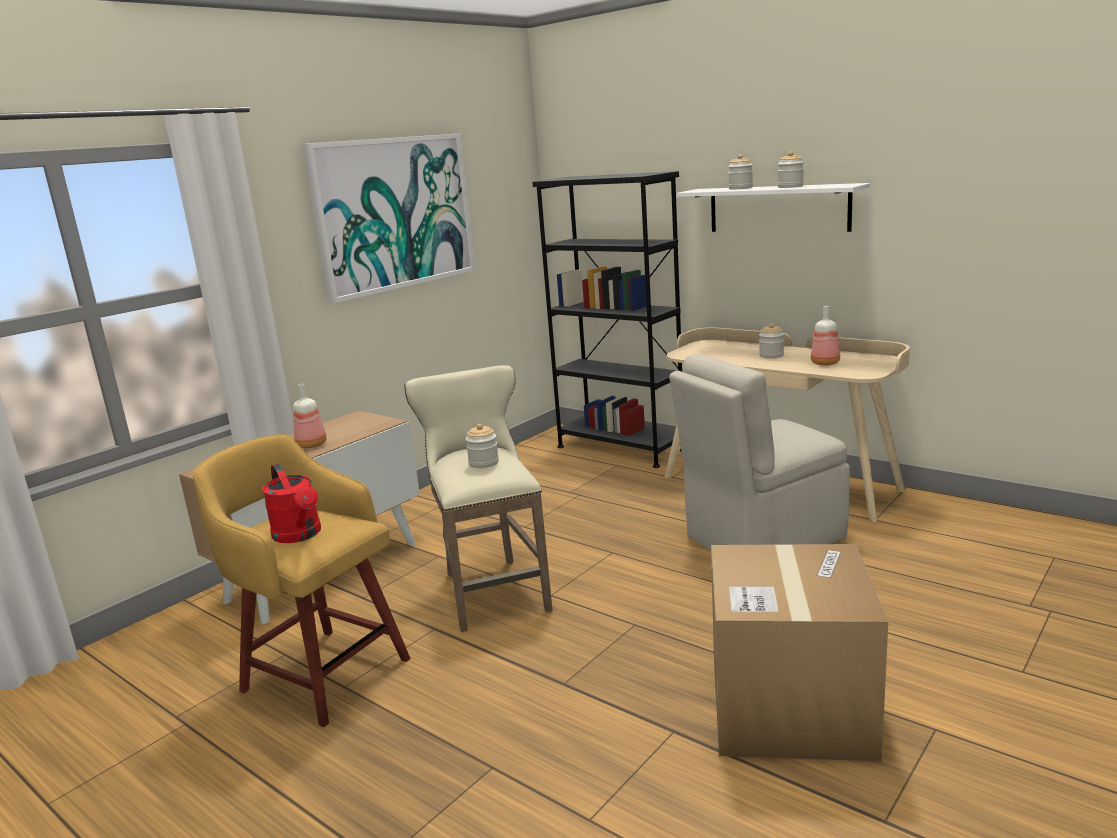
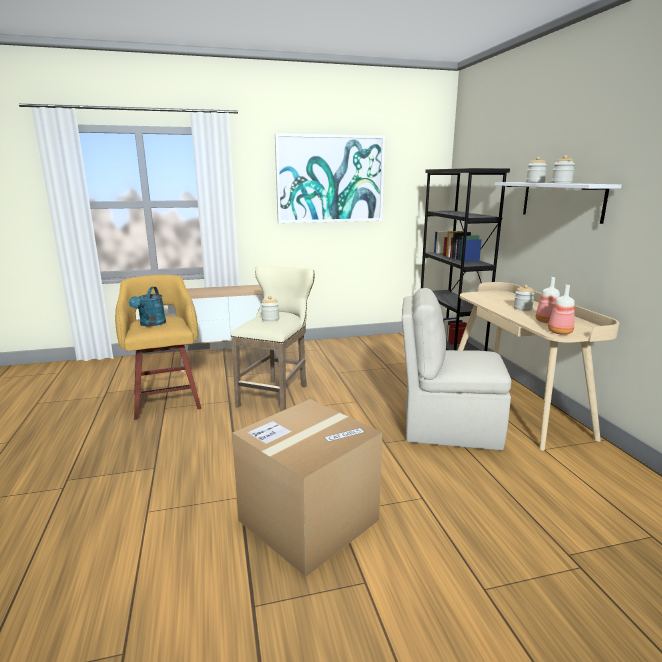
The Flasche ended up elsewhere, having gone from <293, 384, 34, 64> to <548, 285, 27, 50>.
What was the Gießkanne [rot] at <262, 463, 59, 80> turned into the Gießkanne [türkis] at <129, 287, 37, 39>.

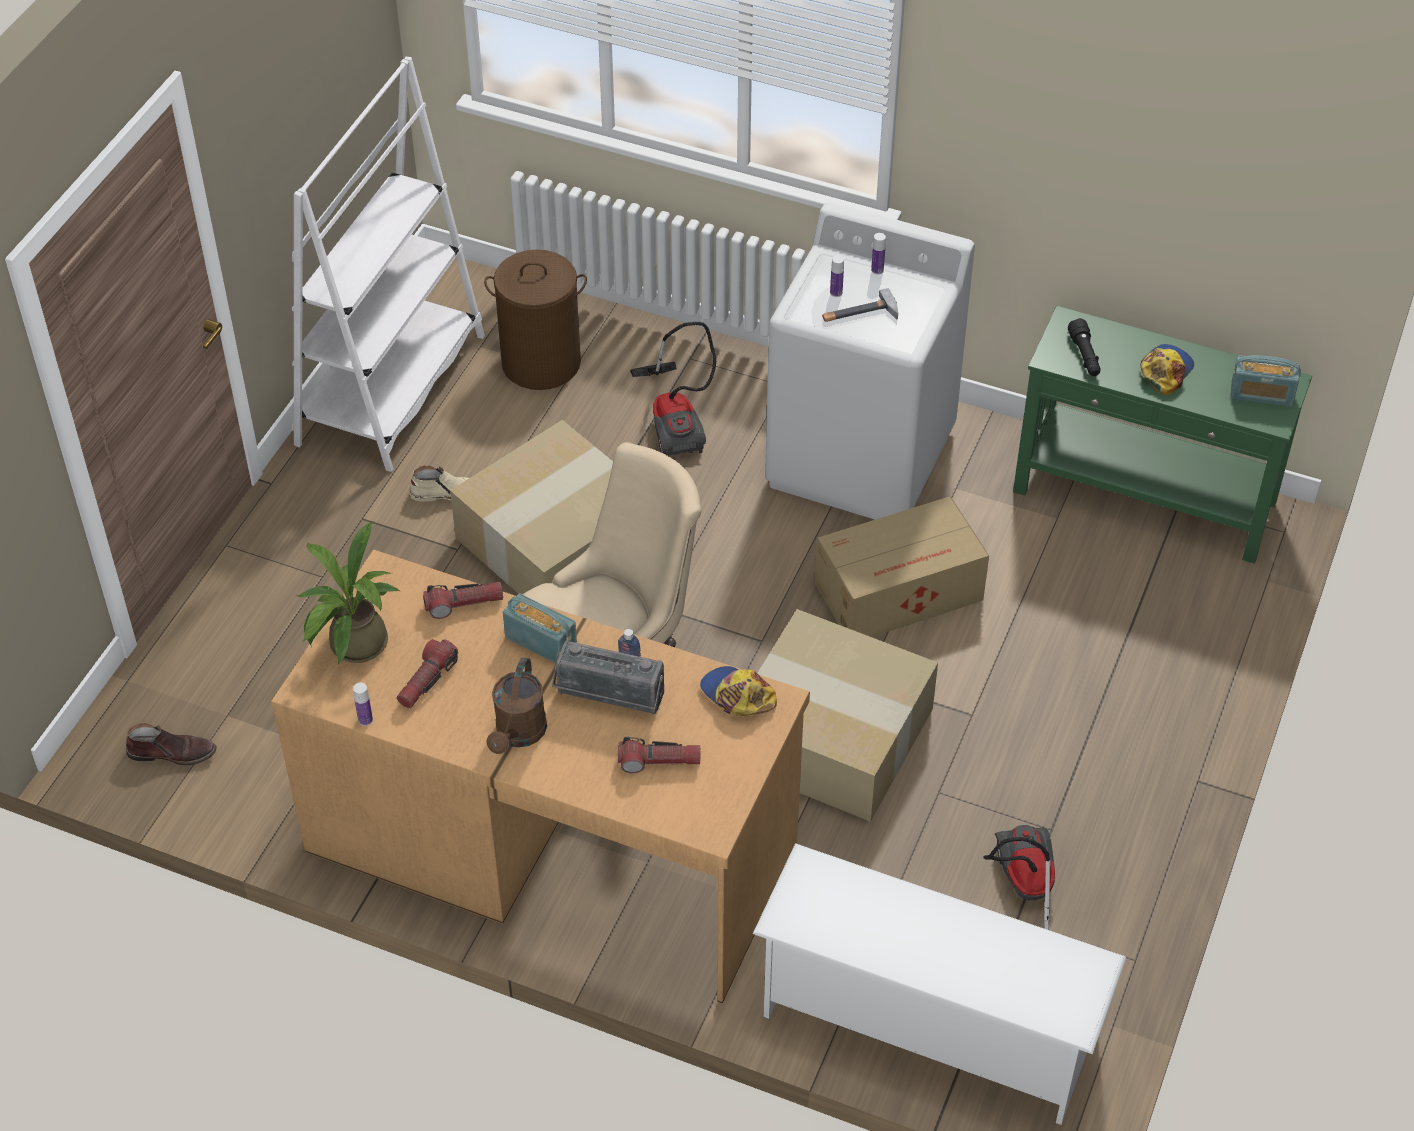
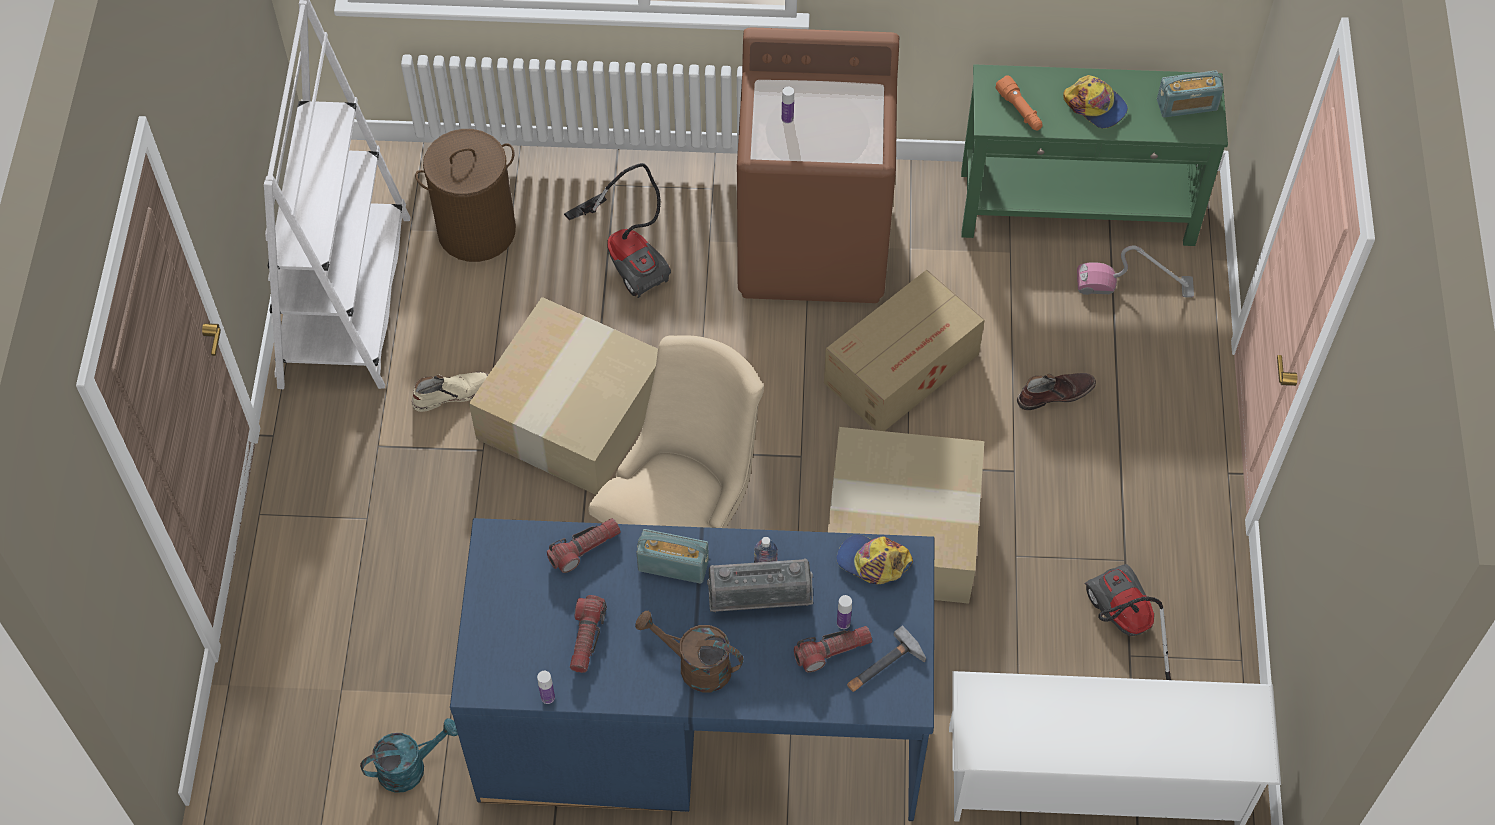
What was the Waschmaschine [weiß] at <765, 202, 210, 318> turned into the Waschmaschine [braun] at <737, 27, 162, 276>.
The Flasche ended up elsewhere, having gone from <871, 233, 15, 42> to <837, 595, 15, 34>.
The Hammer ended up elsewhere, having gone from <822, 288, 76, 34> to <847, 625, 79, 67>.
What was the Taschenlampe [schwarz] at <1068, 318, 33, 58> turned into the Taschenlampe [orange] at <996, 75, 46, 55>.
The Kappe at <1140, 344, 54, 51> ended up facing another way, 120 degrees clockwise from before.
The second view lost the Topfpflanze at <297, 522, 104, 142>.
What was the Schreibtisch [braun] at <271, 550, 539, 453> turned into the Schreibtisch [blau] at <450, 518, 484, 303>.
The Gießkanne [braun] at <487, 657, 60, 97> ended up facing another way, 120 degrees clockwise from before.
The Stiefel [braun] ended up elsewhere, having gone from <126, 723, 91, 42> to <1017, 373, 79, 37>.
The second view gained the Staubsauger at <1077, 245, 117, 53>.
The second view gained the Gießkanne [türkis] at <360, 718, 98, 75>.

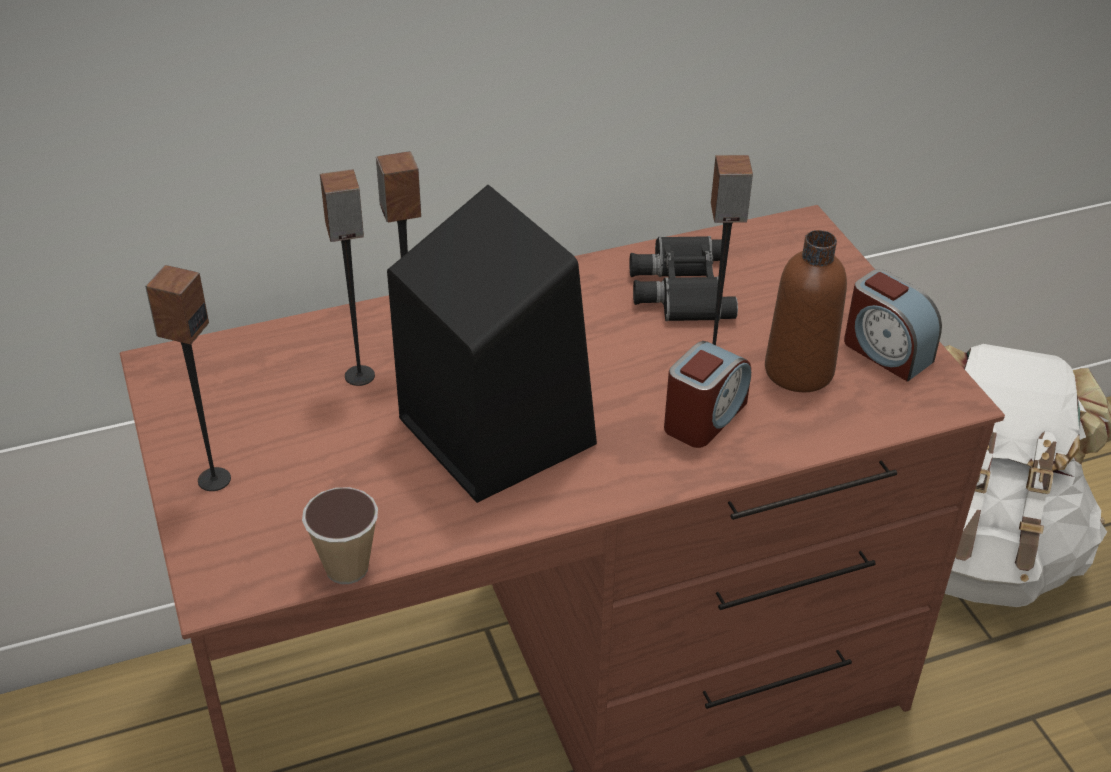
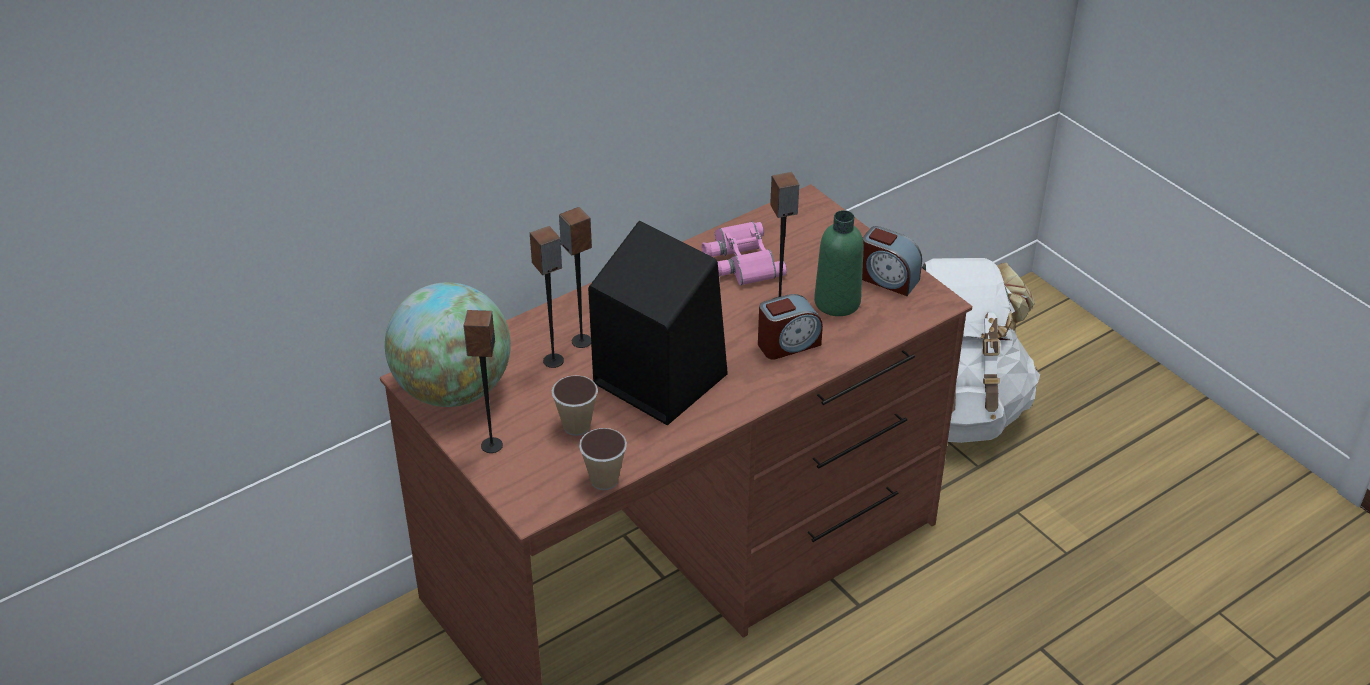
What was the Flasche [braun] at <765, 230, 82, 162> turned into the Flasche [grün] at <814, 210, 50, 106>.
What was the Fernglas [schwarz] at <630, 236, 108, 85> turned into the Fernglas [rosa] at <702, 222, 85, 64>.
The Wecker at <664, 341, 87, 107> ended up facing another way, 45 degrees clockwise from before.
The second view gained the Globus at <385, 282, 126, 125>.
The second view gained the Tasse at <552, 375, 46, 61>.

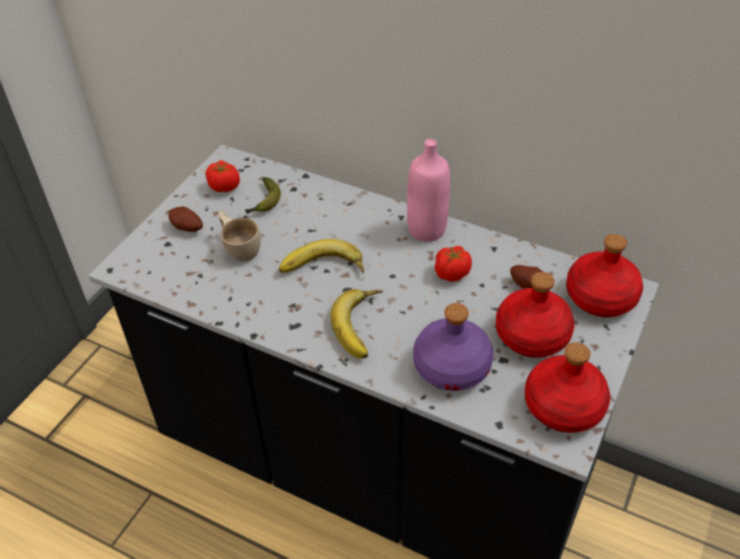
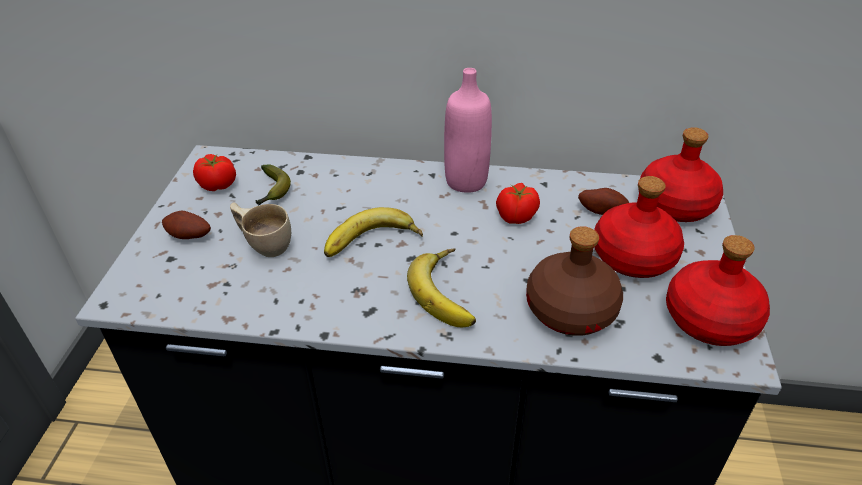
What was the Flasche [lila] at <413, 303, 80, 88> turned into the Flasche [braun] at <526, 226, 97, 110>.

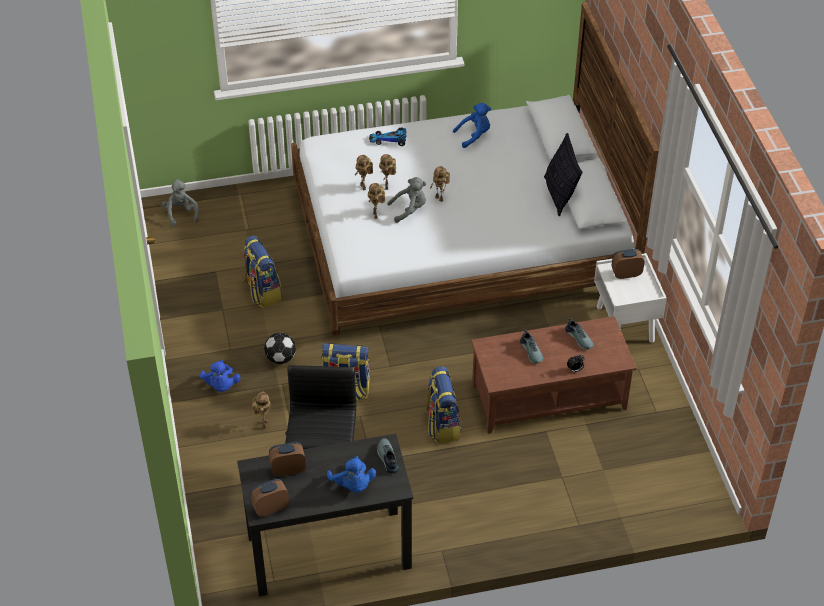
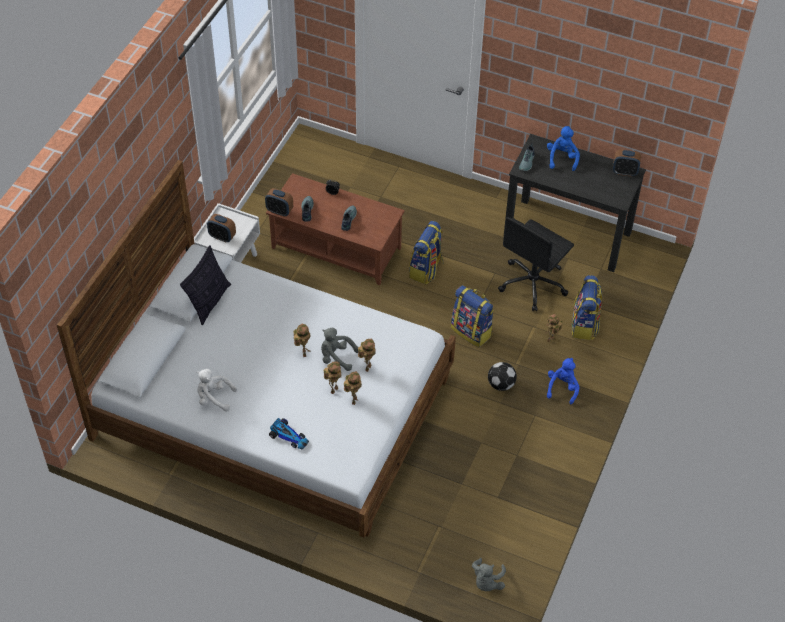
What was the Plüschtier [blau] at <453, 103, 38, 45> turned into the Plüschtier [weiß] at <197, 369, 40, 43>.
The Rucksack ended up elsewhere, having gone from <243, 236, 39, 72> to <571, 275, 31, 65>.
The Wecker ended up elsewhere, having gone from <269, 442, 37, 34> to <265, 188, 28, 28>.

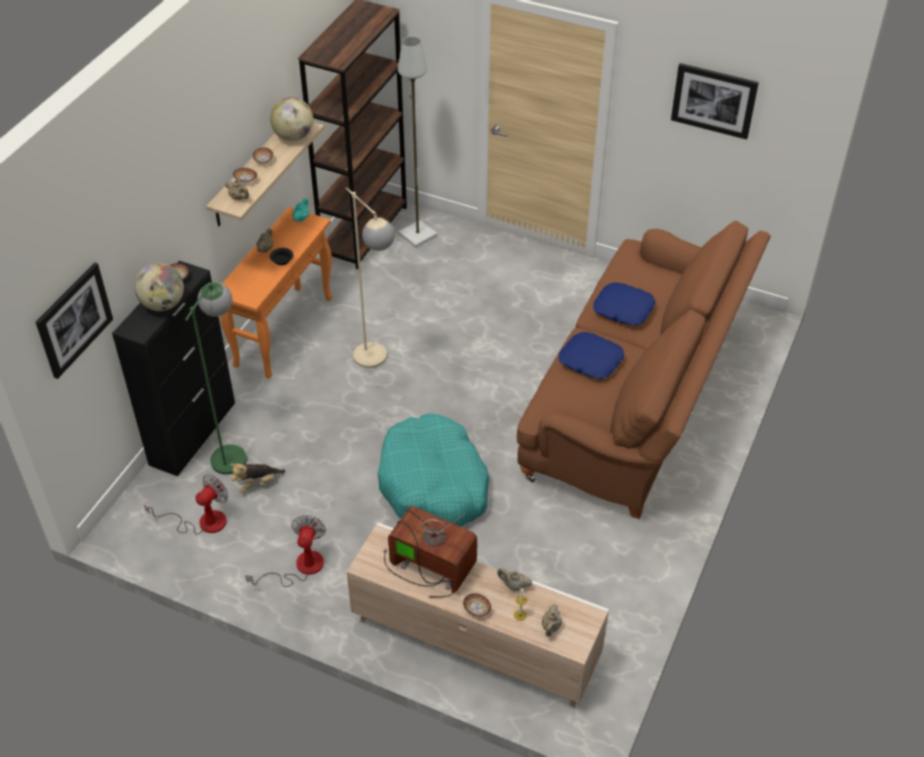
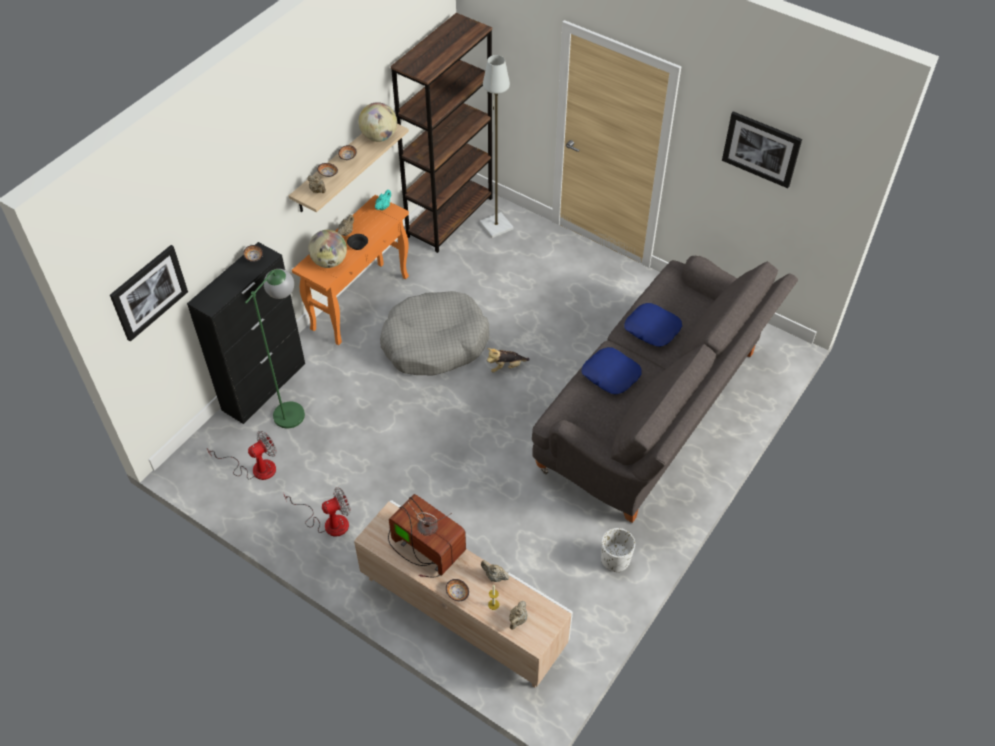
Where the Stehlampe [beige] stood at <345, 187, 50, 181>, the Hundebett [grau] came to stand at <380, 291, 109, 85>.
What was the Sofa [braun] at <517, 220, 254, 299> turned into the Sofa [grau] at <532, 256, 266, 267>.
The Globus ended up elsewhere, having gone from <134, 263, 50, 48> to <308, 230, 39, 38>.
The second view lost the Hundebett [türkis] at <378, 414, 111, 113>.
The Plüschtier ended up elsewhere, having gone from <230, 464, 55, 29> to <487, 348, 43, 25>.
The Ventilator at <245, 515, 81, 72> ended up facing another way, 45 degrees clockwise from before.
The second view gained the Pflanzkübel [weiß] at <601, 528, 34, 44>.

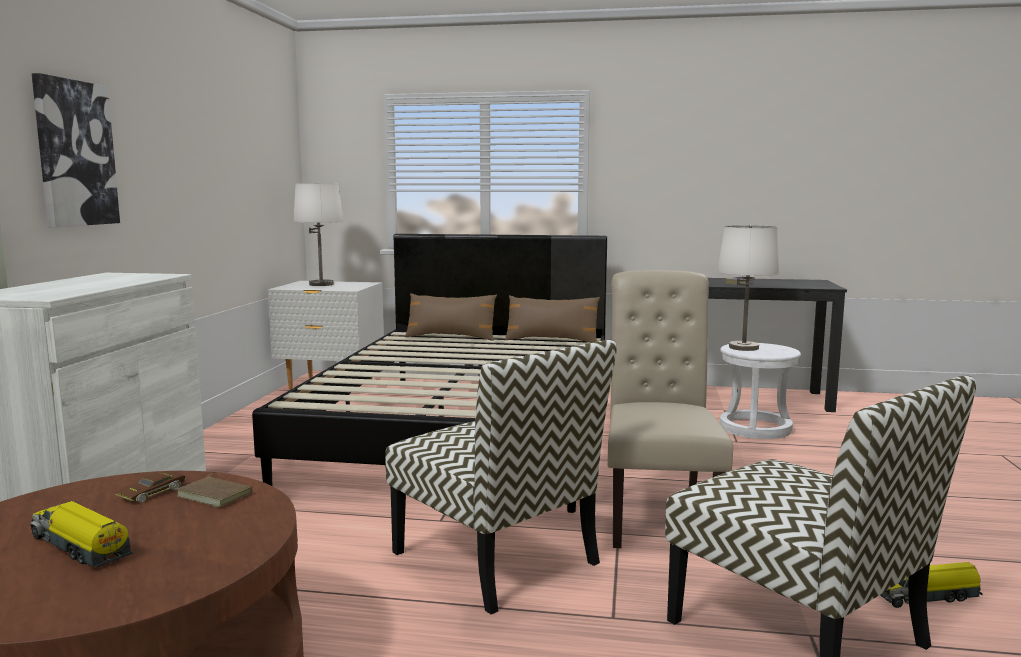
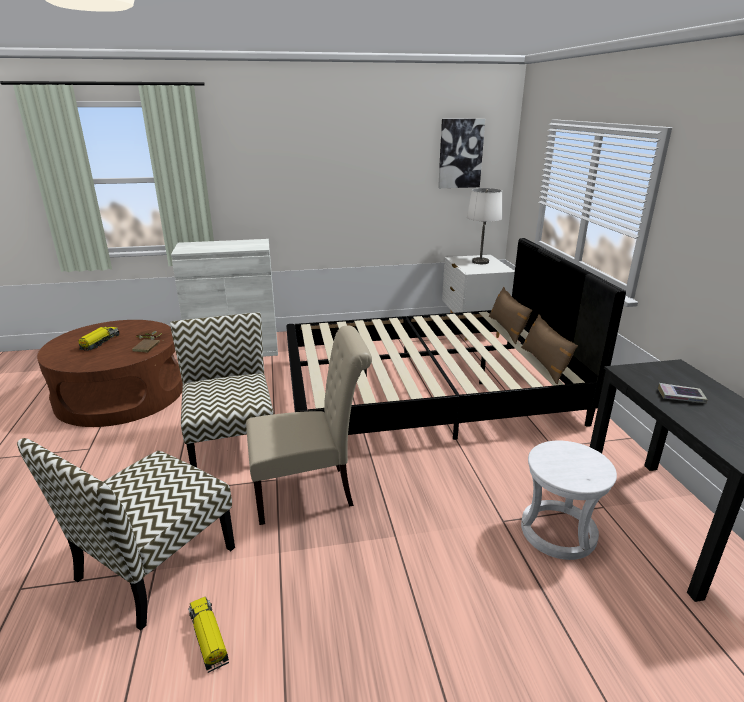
The Bild ended up elsewhere, having gone from <32, 73, 88, 154> to <438, 119, 47, 69>.
The second view lost the Tischlampe [weiß] at <717, 225, 62, 126>.
The Stuhl at <385, 340, 232, 274> ended up facing another way, 135 degrees clockwise from before.

